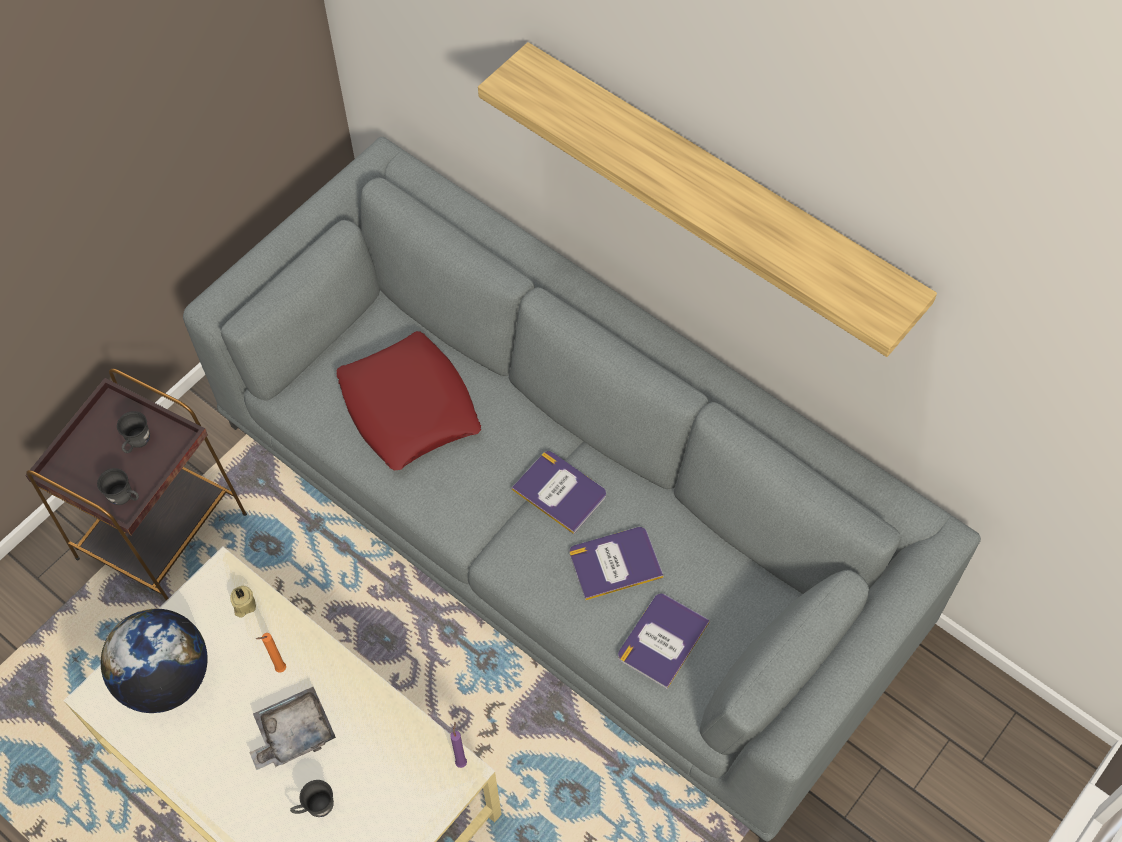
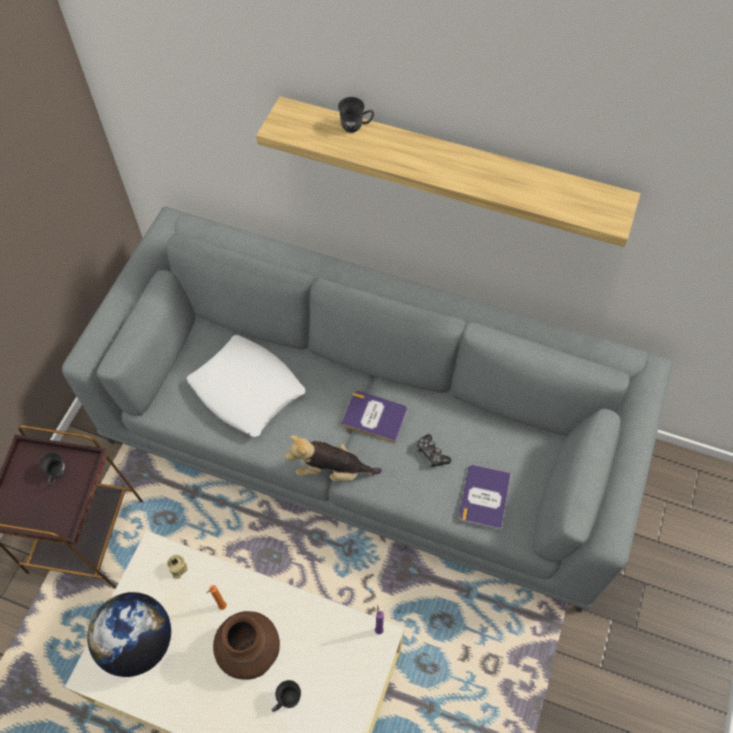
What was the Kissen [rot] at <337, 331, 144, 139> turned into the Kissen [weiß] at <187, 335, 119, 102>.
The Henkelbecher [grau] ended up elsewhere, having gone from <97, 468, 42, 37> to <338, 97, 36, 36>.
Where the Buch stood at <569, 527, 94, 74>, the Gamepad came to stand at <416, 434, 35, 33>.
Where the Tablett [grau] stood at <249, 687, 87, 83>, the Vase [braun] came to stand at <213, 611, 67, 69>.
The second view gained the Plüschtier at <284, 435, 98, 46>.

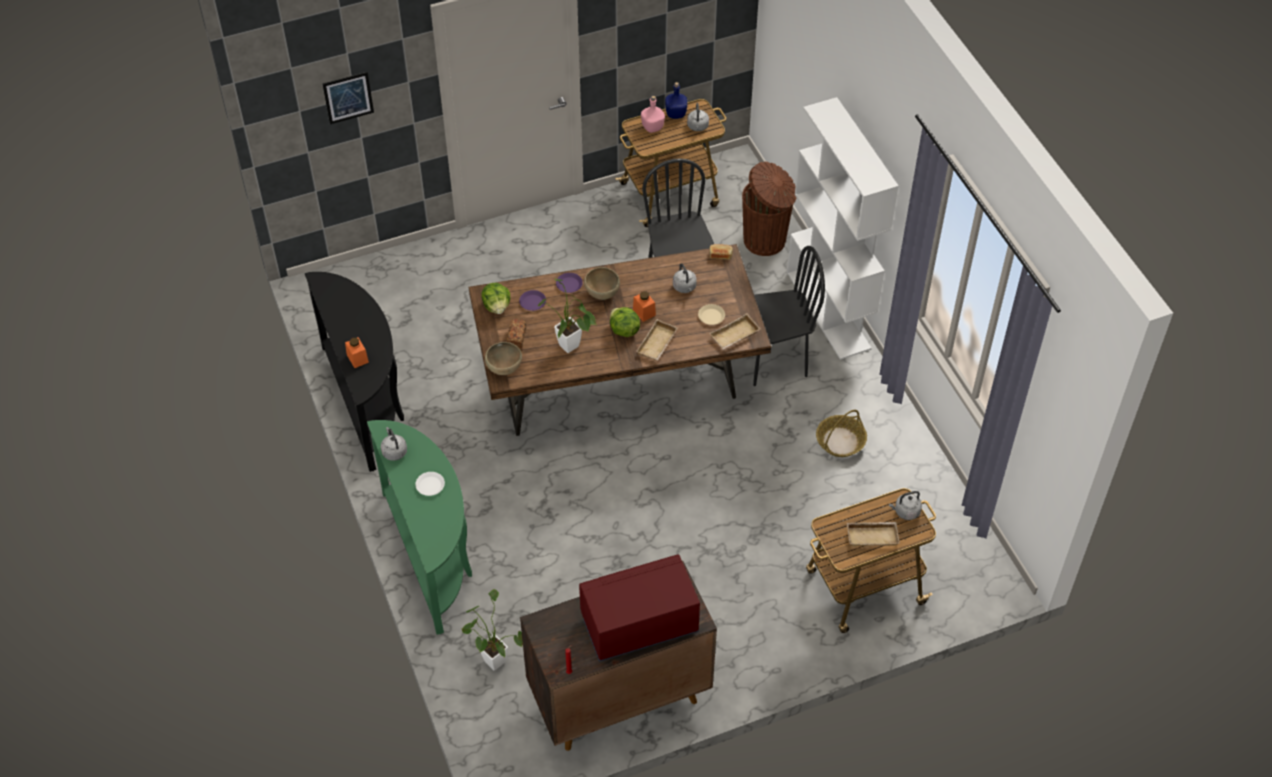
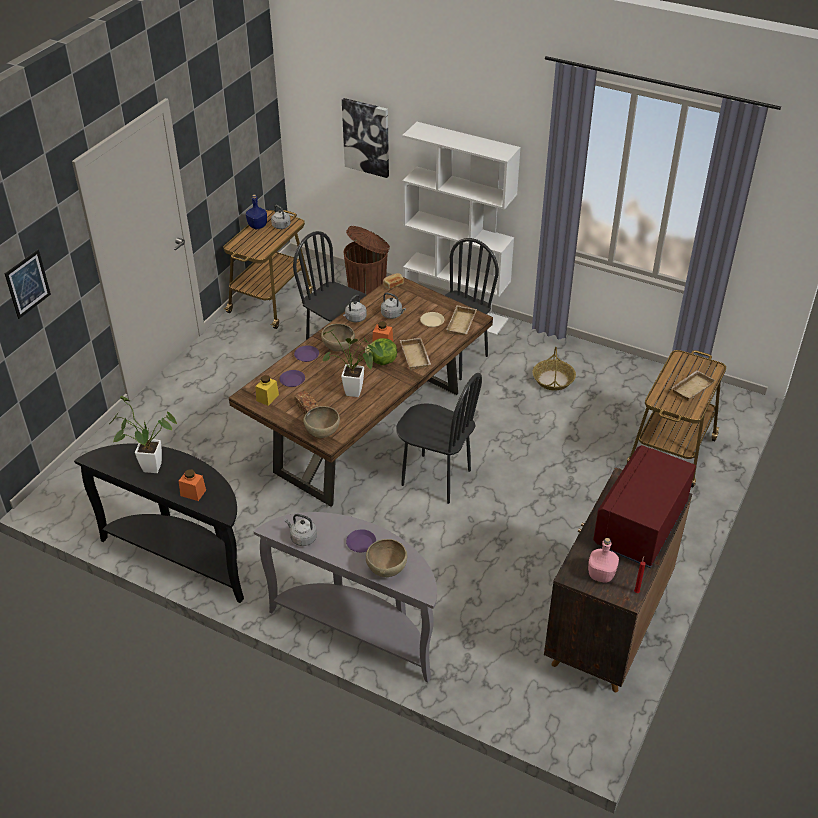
The Flasche [rosa] ended up elsewhere, having gone from <641, 96, 24, 37> to <588, 538, 31, 45>.
Where the Salatkopf stood at <481, 283, 29, 31>, the Vorratsglas [gelb] came to stand at <255, 375, 24, 31>.
What was the Konsolentisch [grün] at <367, 420, 105, 215> turned into the Konsolentisch [grau] at <254, 512, 183, 171>.
What was the Teller [weiß] at <415, 472, 30, 24> turned into the Teller [lila] at <346, 529, 30, 23>.
The Wasserkessel [grau] ended up elsewhere, having gone from <889, 491, 33, 29> to <343, 294, 24, 28>.
The Topfpflanze ended up elsewhere, having gone from <461, 589, 62, 82> to <109, 396, 69, 77>.
The second view gained the Bild at <342, 98, 47, 80>.
The second view gained the Stuhl [schwarz] at <396, 373, 86, 131>.
The second view gained the Schüssel [braun] at <366, 539, 41, 38>.

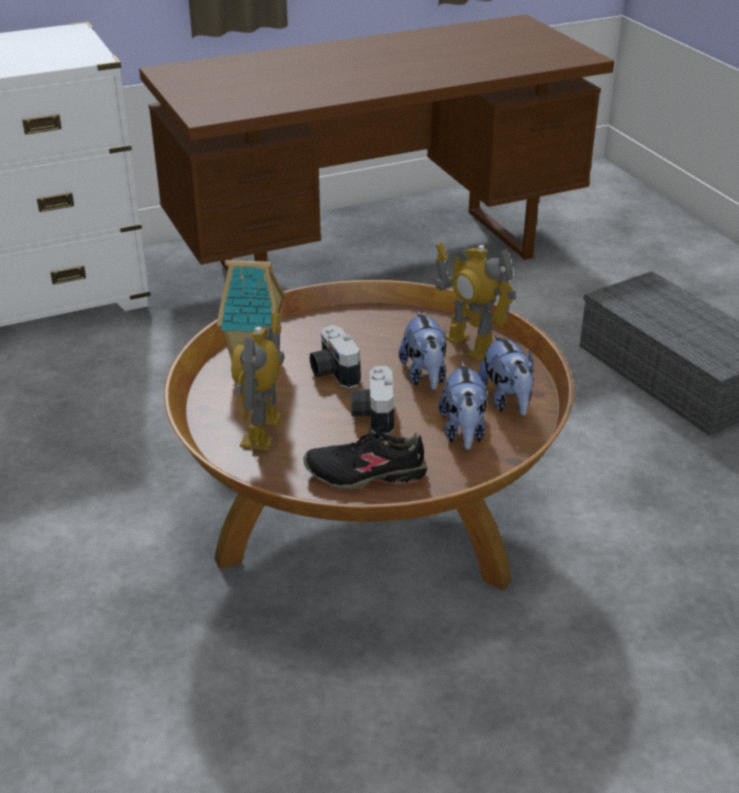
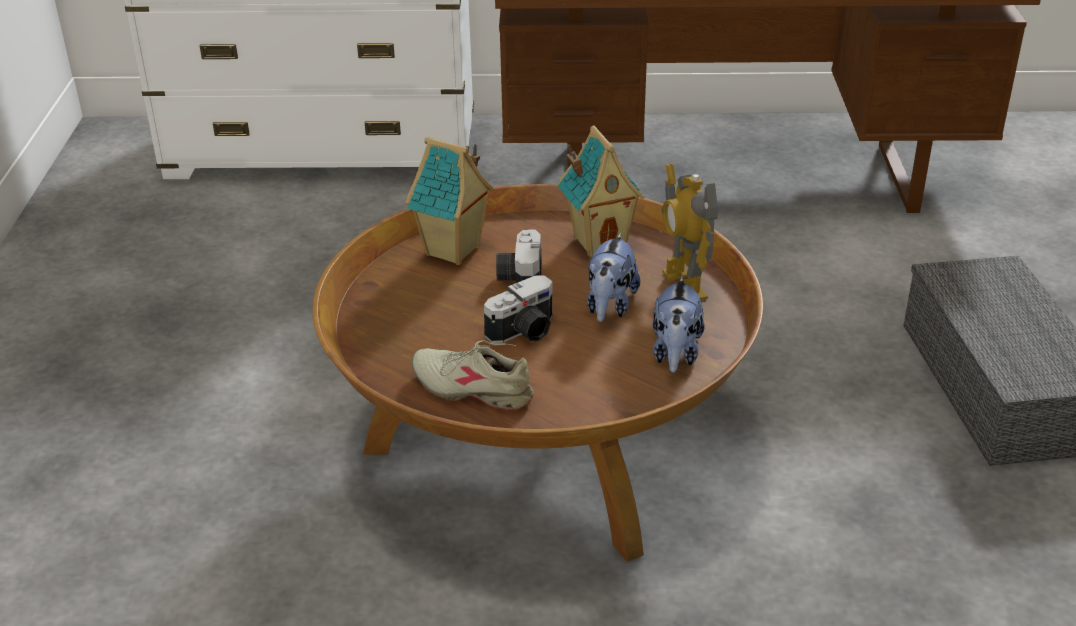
The second view lost the Spielzeugroboter at <231, 313, 54, 137>.
The second view lost the Plüschtier at <438, 361, 50, 89>.
The Kamera at <351, 366, 43, 69> ended up facing another way, 150 degrees counterclockwise from before.
What was the Schuh [schwarz] at <303, 426, 124, 63> turned into the Schuh [beige] at <412, 340, 122, 70>.
The second view gained the Spielzeughaus at <558, 125, 87, 132>.

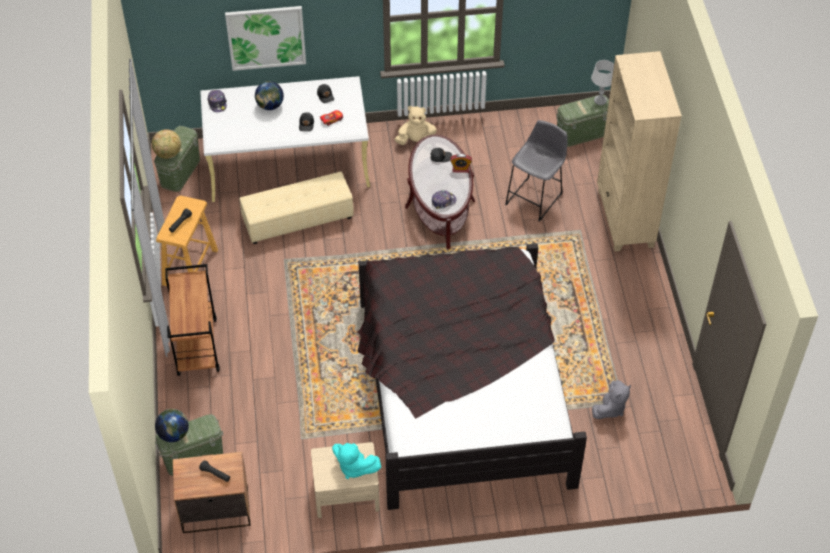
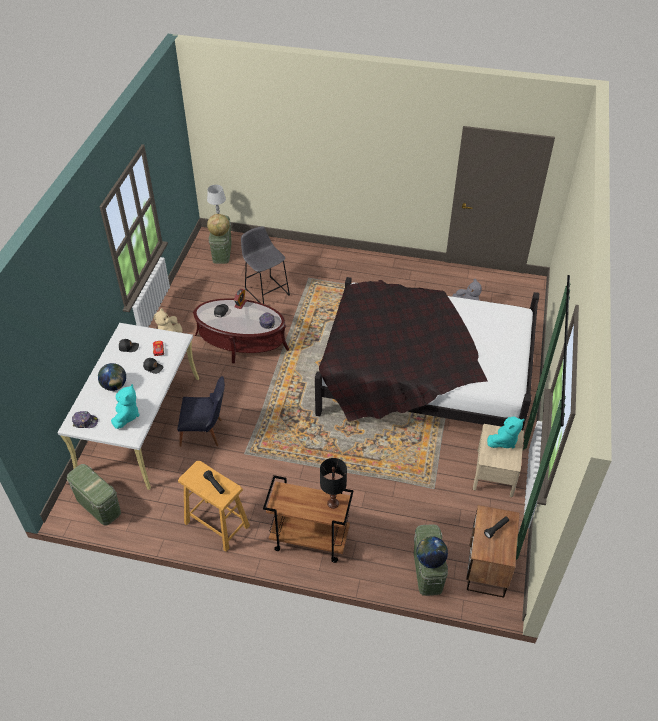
The second view lost the Bild at <225, 6, 81, 65>.
The second view lost the Bücherregal [beige] at <597, 51, 85, 201>.
The Globus ended up elsewhere, having gone from <152, 129, 29, 30> to <207, 214, 23, 22>.
Where the Polsterhocker [beige] stood at <239, 172, 115, 72>, the Stuhl [schwarz] came to stand at <177, 376, 48, 71>.
The second view gained the Plüschtier [türkis] at <111, 384, 29, 45>.
The second view gained the Tischlampe [schwarz] at <320, 458, 27, 51>.

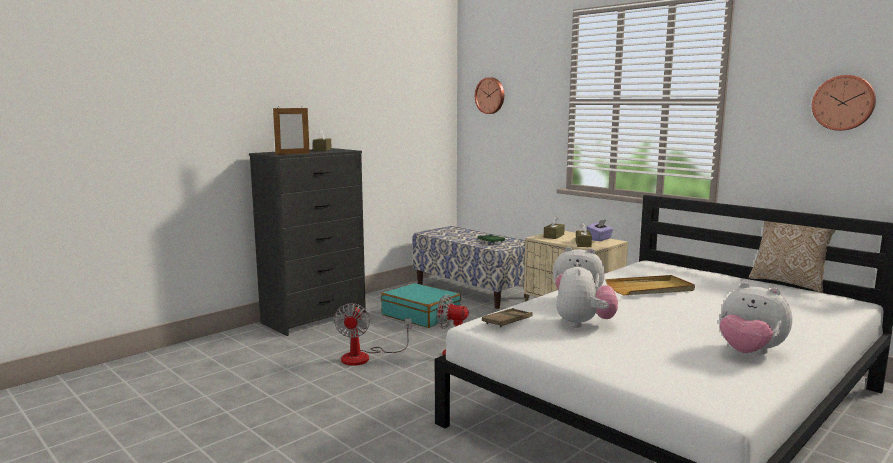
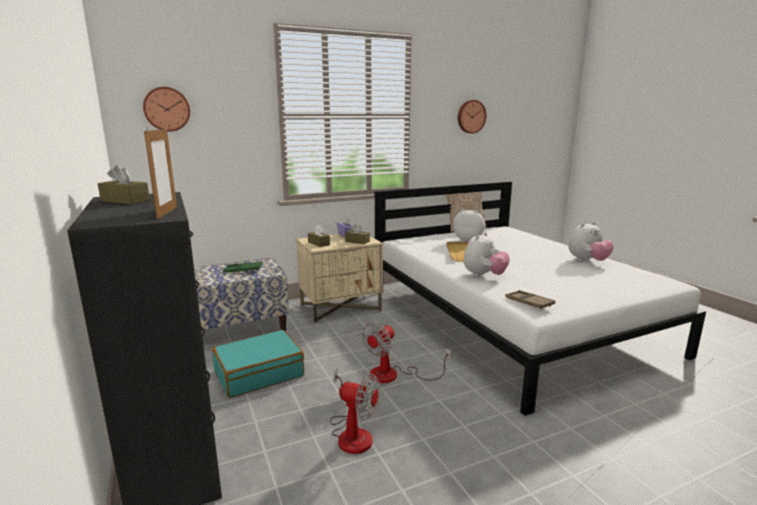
The Plüschtier ended up elsewhere, having gone from <556, 262, 62, 66> to <453, 208, 32, 34>.

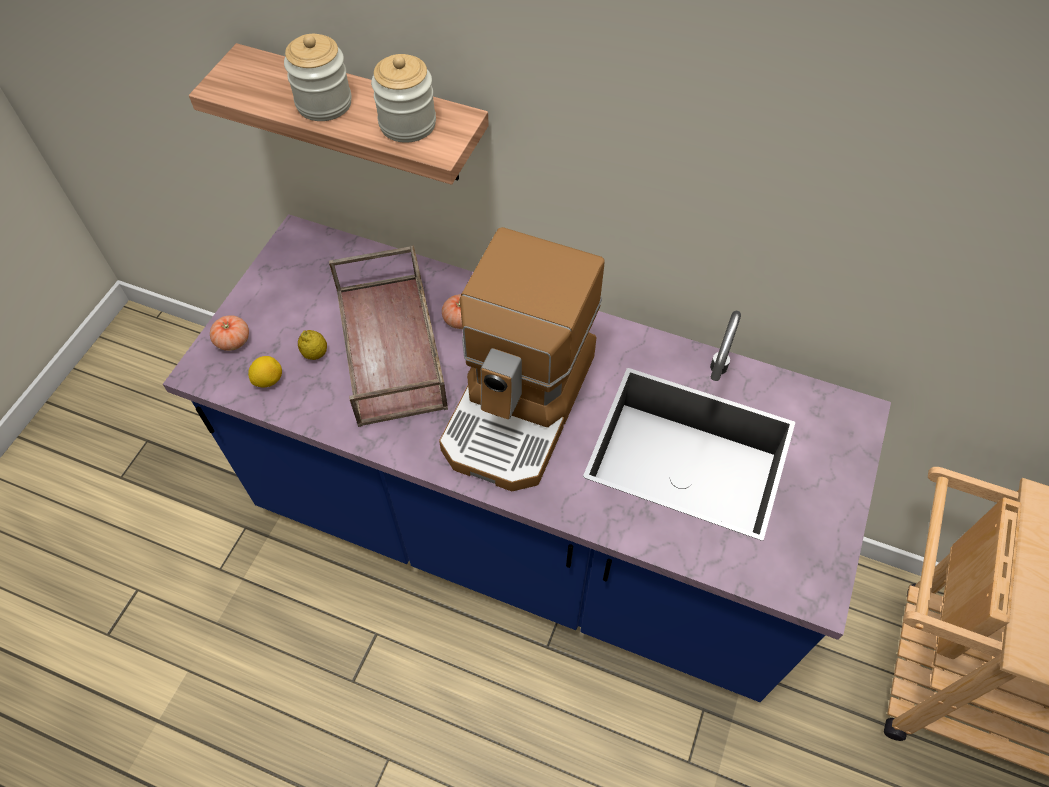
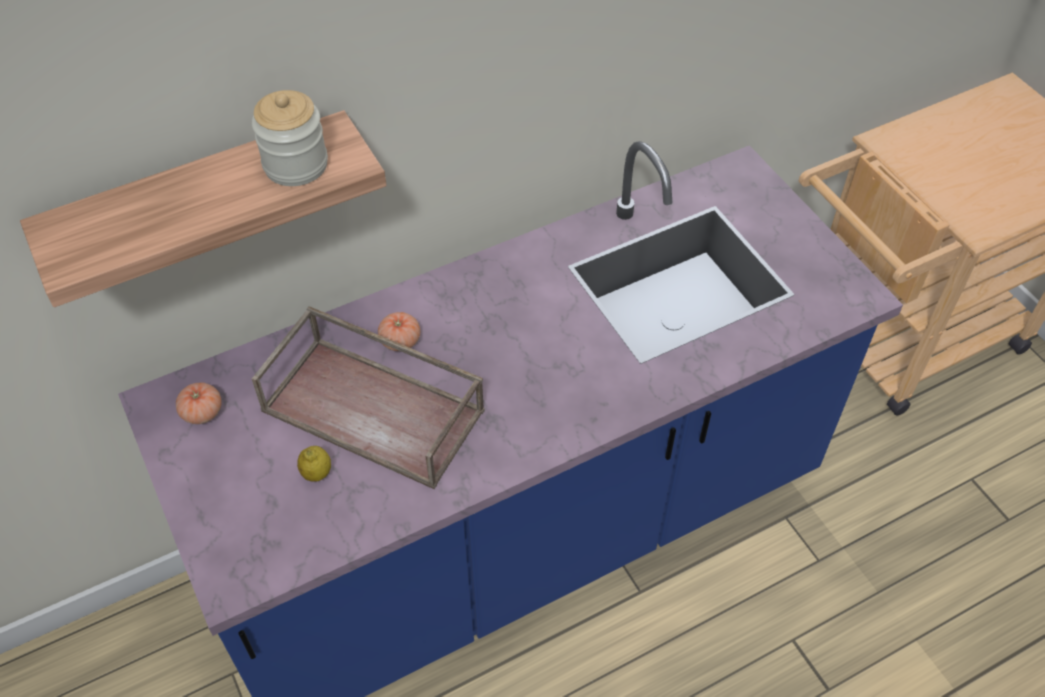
The second view lost the Vorratsglas at <284, 34, 68, 87>.
The second view lost the Kaffeemaschine at <439, 227, 166, 264>.
The Tomate ended up elsewhere, having gone from <210, 316, 39, 35> to <176, 383, 45, 41>.
The second view lost the Zitrone at <248, 356, 34, 32>.

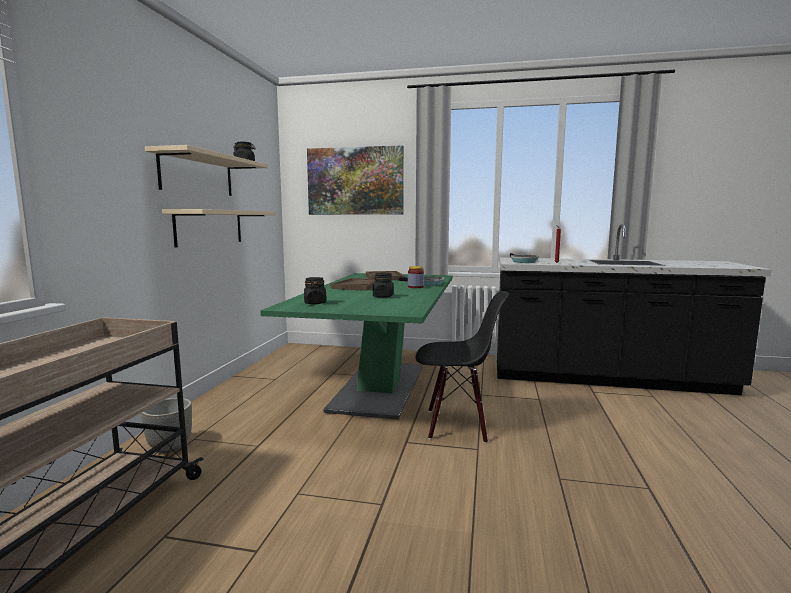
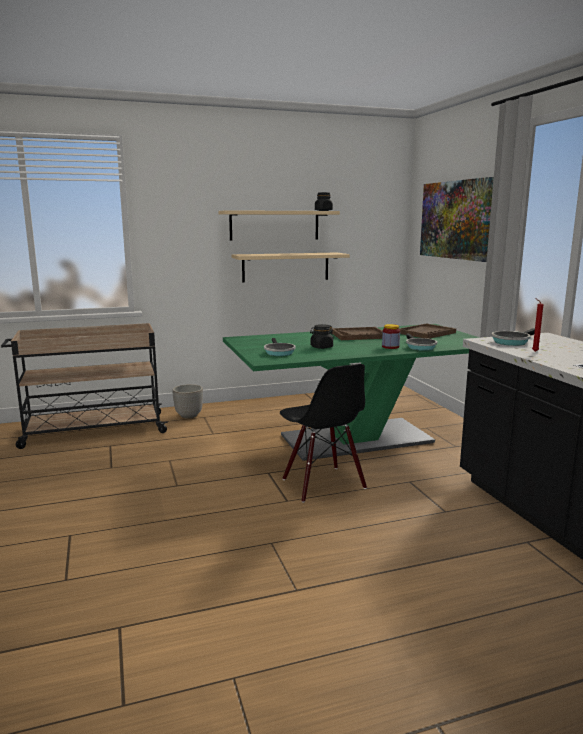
The second view lost the Vorratsglas [schwarz] at <304, 277, 23, 27>.
The second view gained the Pfanne at <264, 338, 32, 18>.

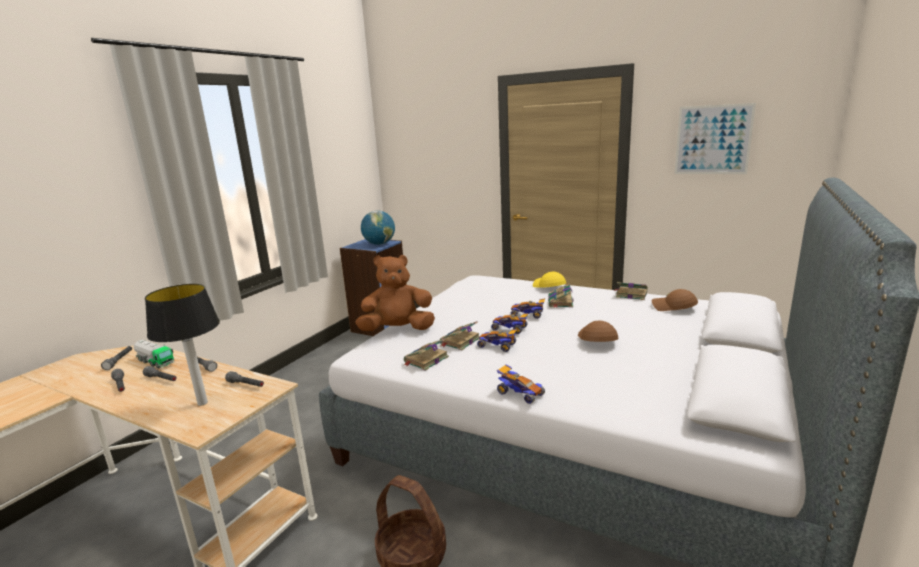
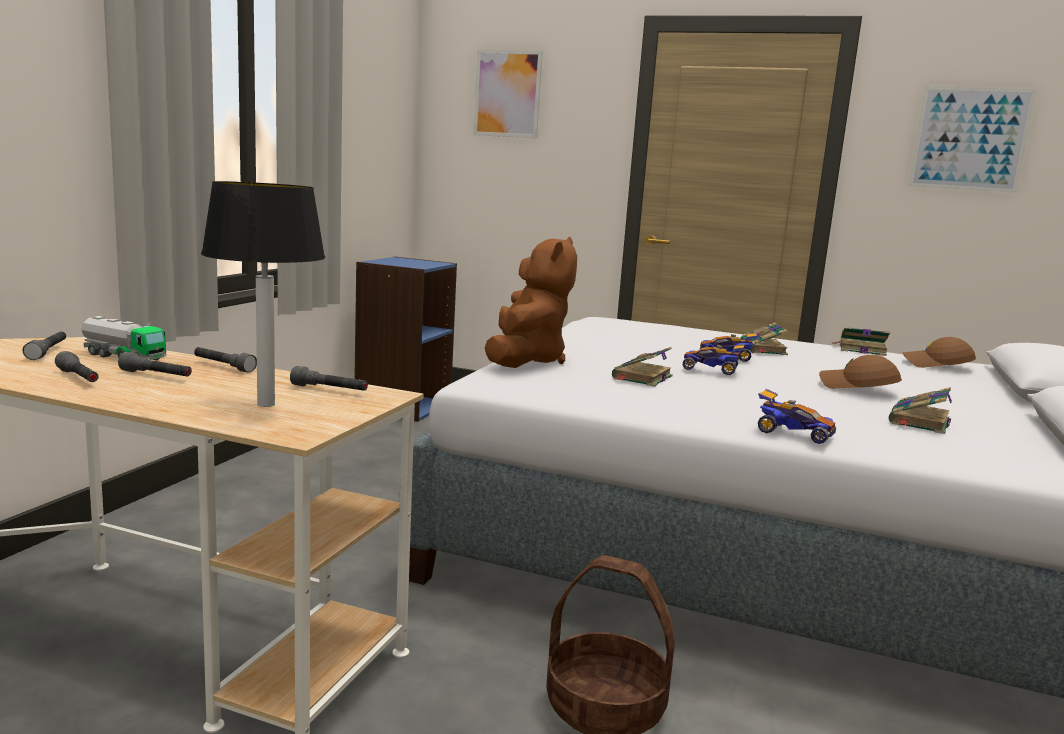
The second view lost the Globus at <361, 210, 34, 35>.
The Plüschtier [braun] at <355, 255, 80, 76> ended up facing another way, 120 degrees clockwise from before.
The second view lost the Kappe [gelb] at <533, 272, 33, 16>.
The Kappe [braun] at <578, 321, 40, 21> ended up facing another way, 45 degrees counterclockwise from before.
The second view lost the Spielzeugauto at <477, 329, 40, 23>.
The Buch ended up elsewhere, having gone from <404, 339, 45, 32> to <889, 387, 63, 47>.
The second view gained the Bild at <473, 50, 70, 88>.

